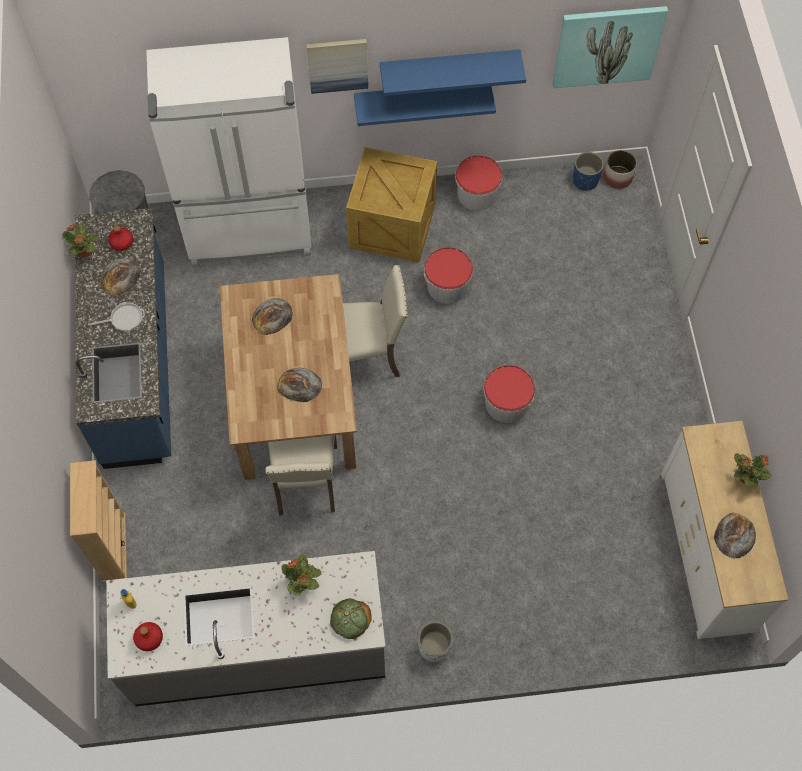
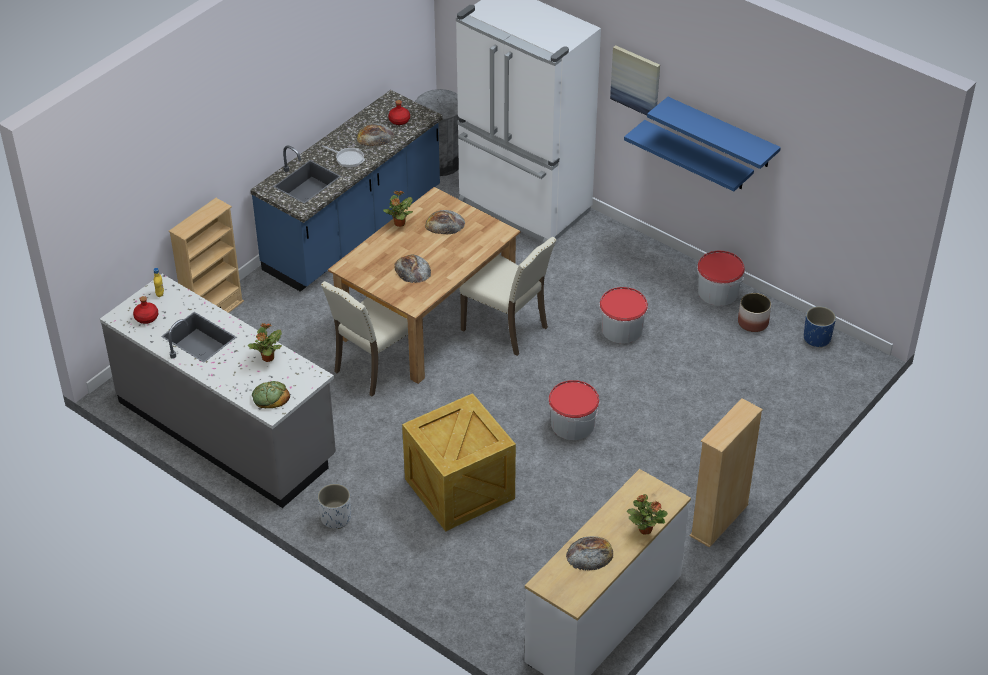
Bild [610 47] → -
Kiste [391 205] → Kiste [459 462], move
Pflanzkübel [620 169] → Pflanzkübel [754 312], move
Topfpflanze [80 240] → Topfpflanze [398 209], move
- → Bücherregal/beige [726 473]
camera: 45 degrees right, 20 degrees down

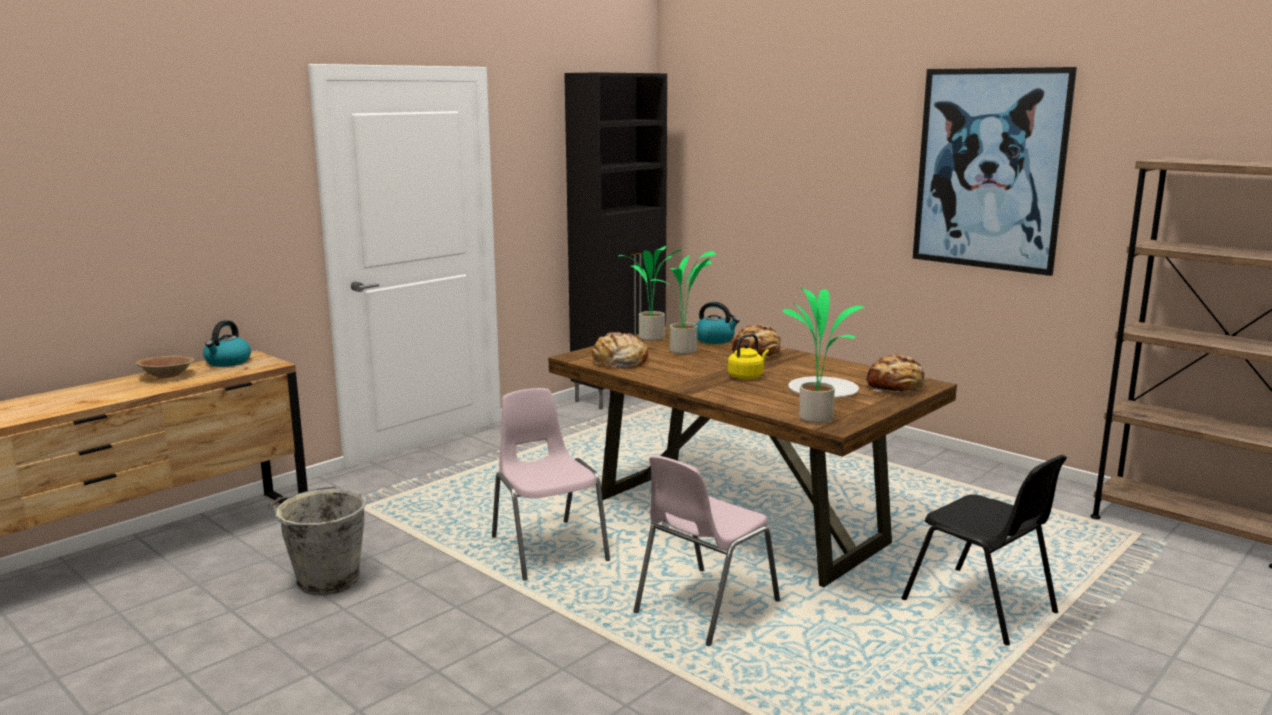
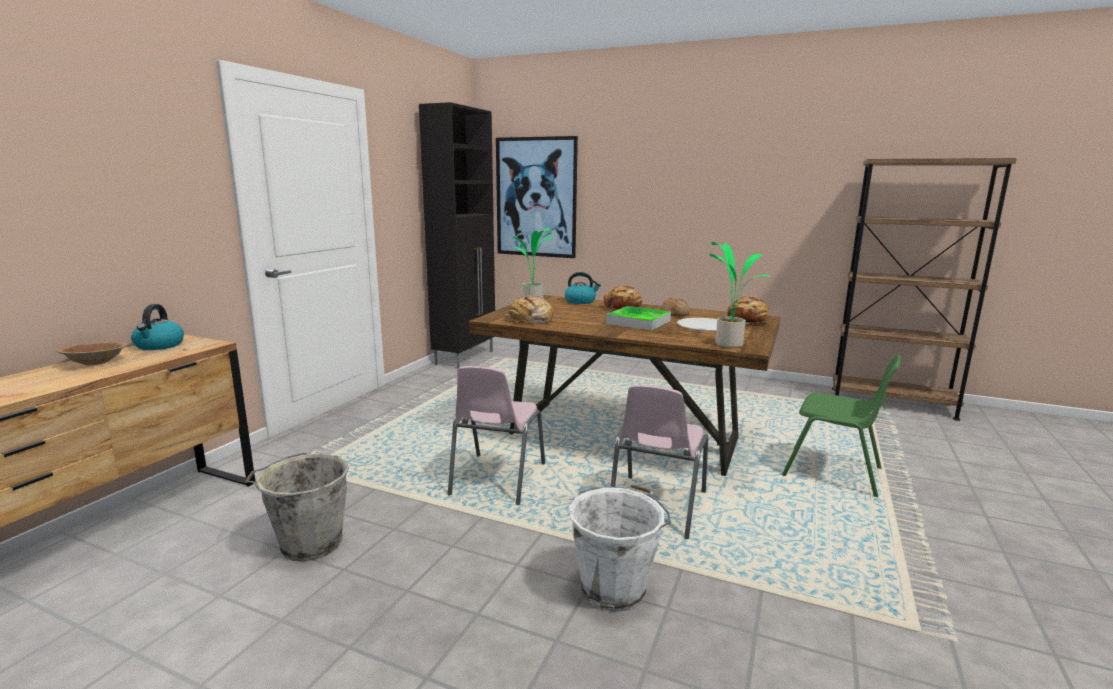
Bild [995 171] → Bild [537 197], move
Topfpflanze [683 303] → -
Wasserkessel/gelb [748 356] → Tablett [638 318]
Stuhl/rosa [551 484] → Stuhl/rosa [496 435], 120 degrees counterclockwise
Stuhl/schwarz [984 550] → Stuhl/grün [841 425]
- → Brot [675 307]
- → Eimer/weiß [620 548]
camera: 20 degrees left, 0 degrees up

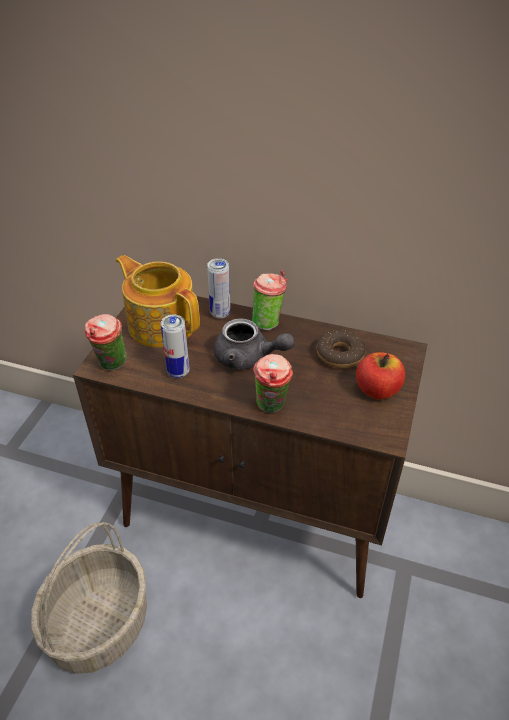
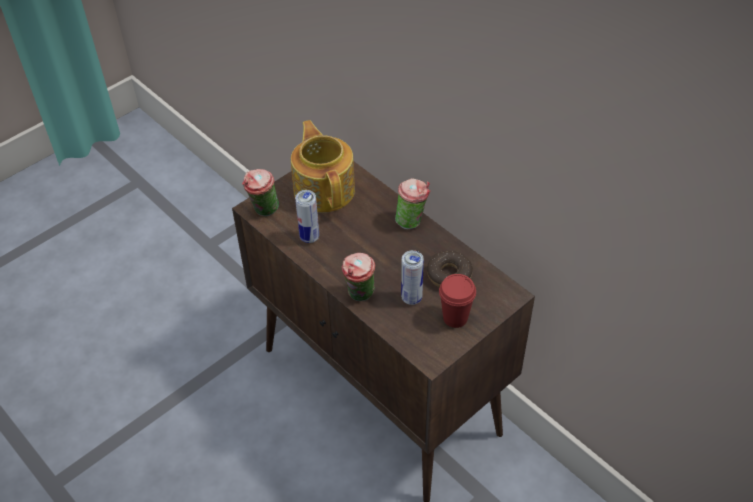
Dose [219 288] → Dose [412 277], move
Teekanne/grau [254 344] → -
Apfel [380 376] → Tasse/rot [457 301]
Korb [89 598] → -
camera: 30 degrees right, 5 degrees up

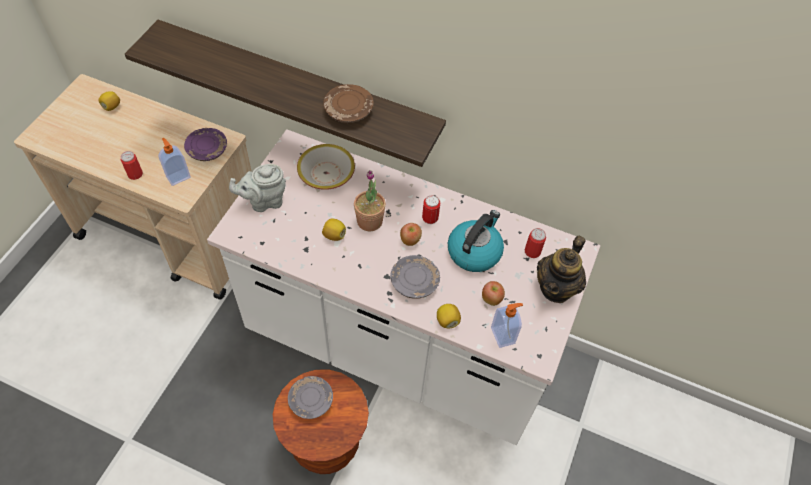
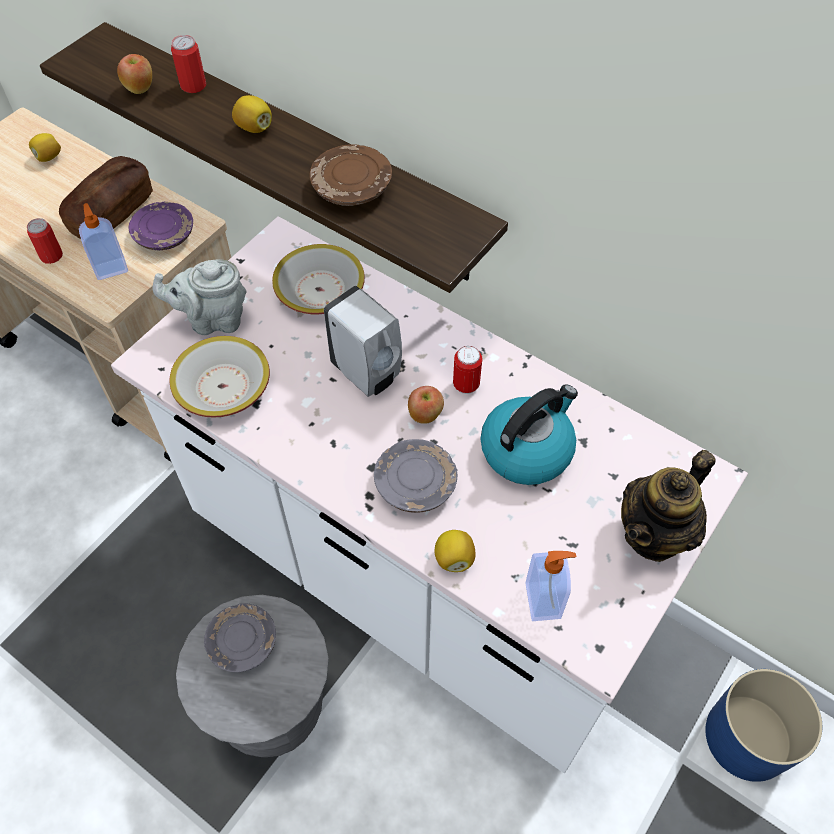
Topfpflanze [370 200] → Seifenspender/weiß [363 341]
Zitrone [334 229] → Zitrone [252 114], move
Dose [535 243] → Dose [188 64], move
Apfel [493 293] → Apfel [134 74], move
Hocker/braun [321 421] → Hocker/grau [252 676]
- → Brot [106 197]
- → Schüssel [219 377]
- → Pflanzkübel/blau [763 725]
camera: 15 degrees right, 0 degrees up

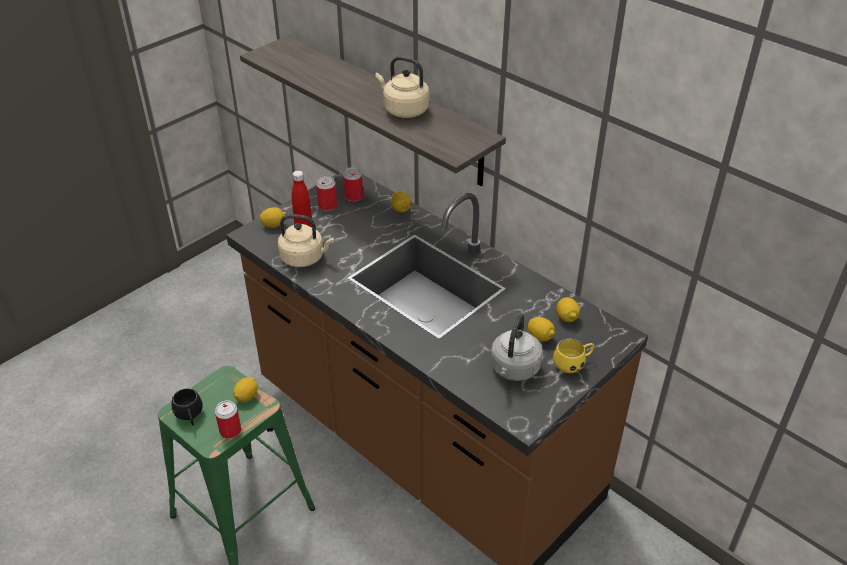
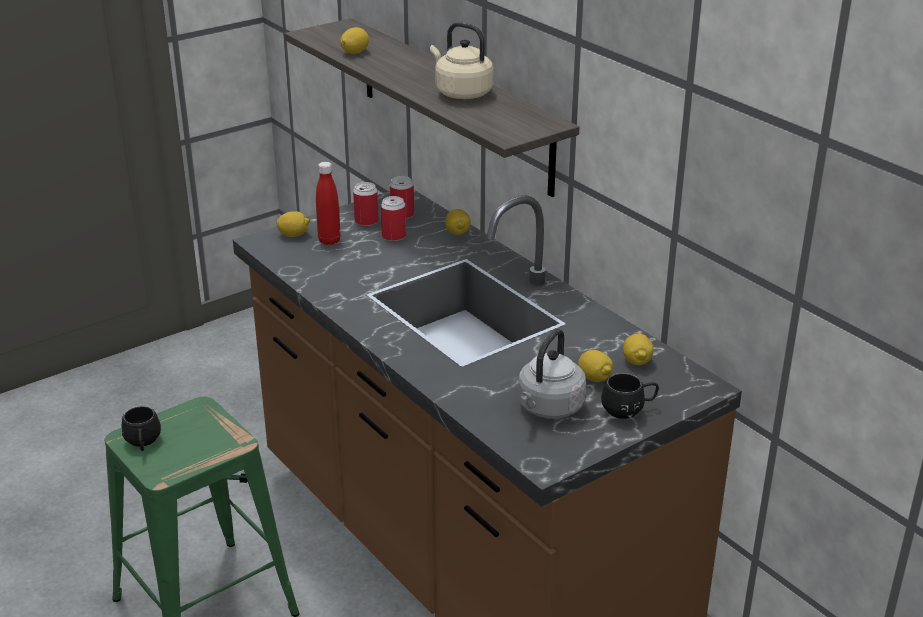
Wasserkessel/beige [306 240] → -
Henkelbecher/gelb [573 356] → Henkelbecher/schwarz [630 396]
Zitrone [245 389] → Zitrone [354 40], move
Dose [228 419] → Dose [393 218], move
camera: 10 degrees right, 10 degrees down

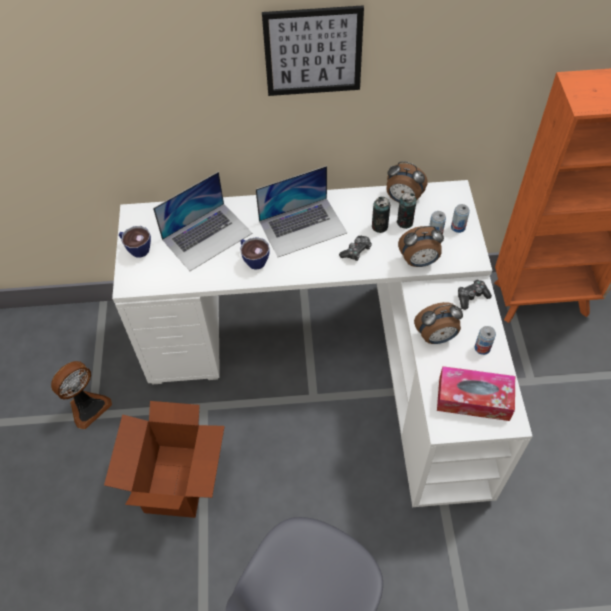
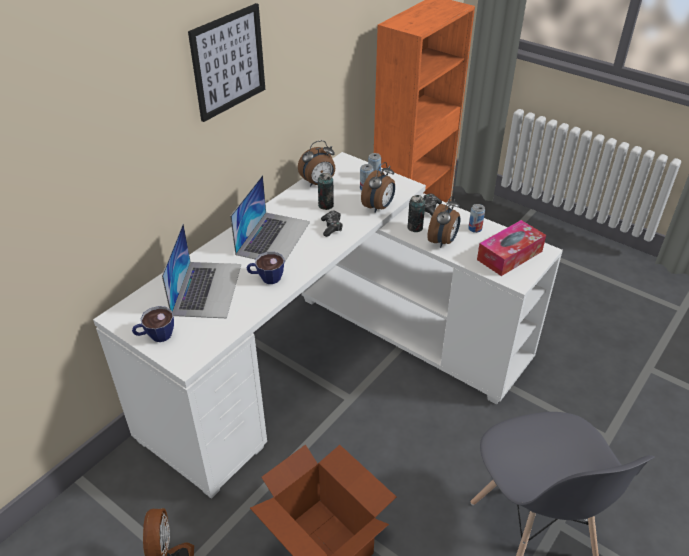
Dose [407 210] → Dose [416 213], move
camera: 50 degrees left, 15 degrees down

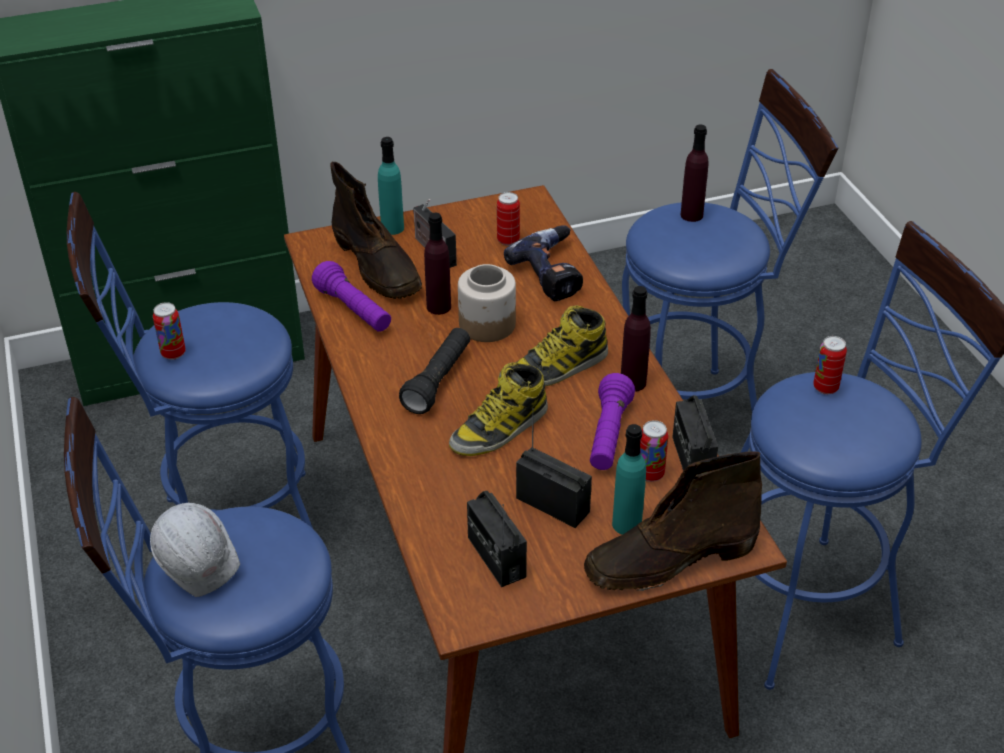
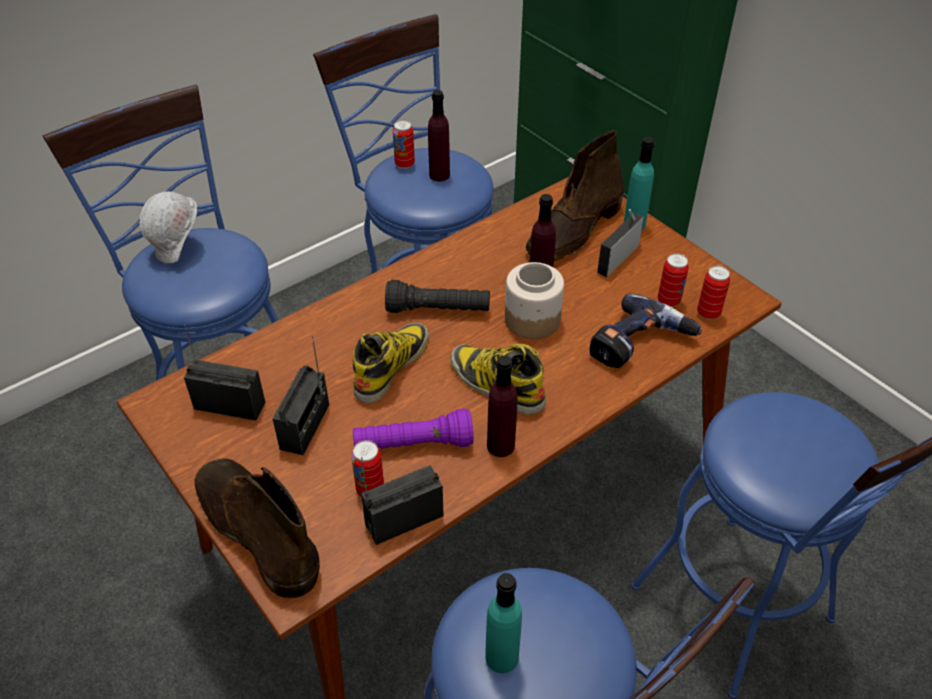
Flasche/lila [694 173] → Flasche/lila [439 135], move
Taschenlampe/lila [351 296] → -
Dose [830 365] → Dose [713 293], move
Stiefel [498 409] → Stiefel [391 363], 90 degrees clockwise
Flasche/türkis [629 479] → Flasche/türkis [503 623], move
Radio [497 539] → Radio [224 372], 60 degrees clockwise
camera: 70 degrees right, 5 degrees up

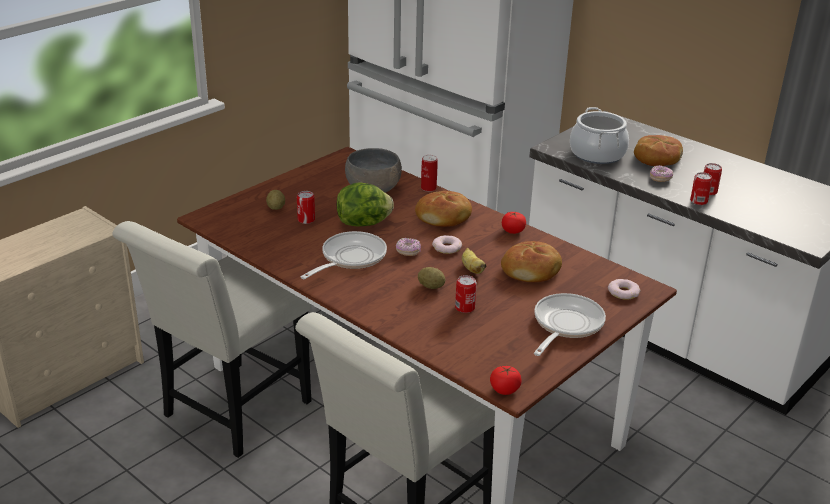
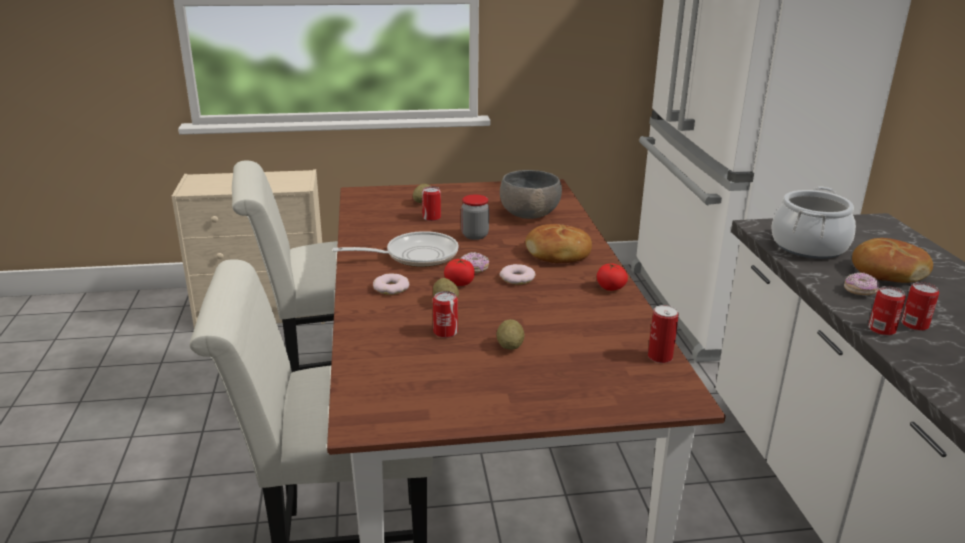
Dose [429 173] → Dose [663 334], move
Salatkopf [365 204] → Vorratsglas [475 217]
Brot [531 261] → -
Banane [474 261] → -
Donut [624 289] → Donut [391 284], move
Pfanne [570 324] → -
Tomate [506 380] → Tomate [459 272], move
- → Kartoffel [510 334]
camera: 40 degrees right, 5 degrees down

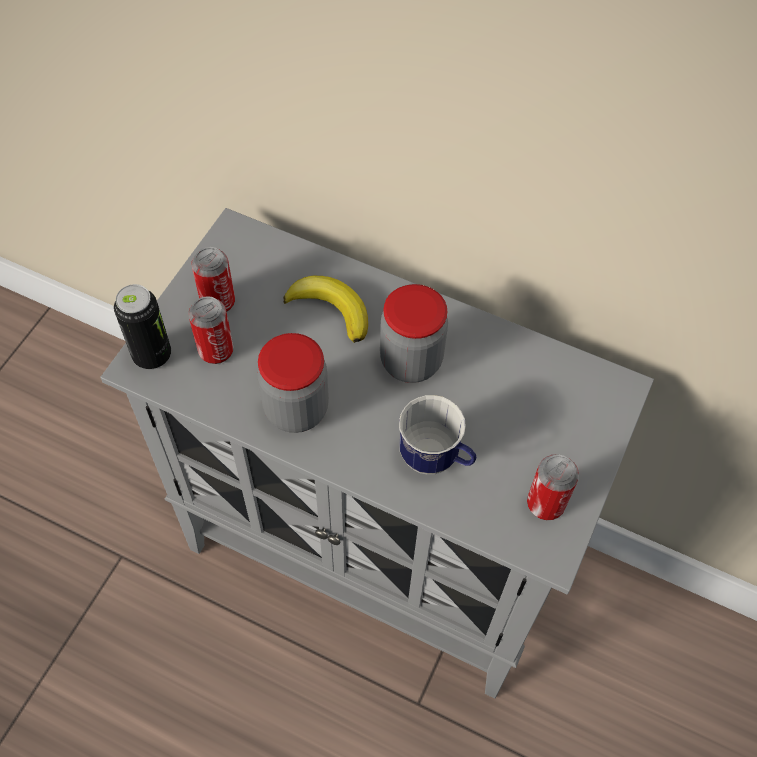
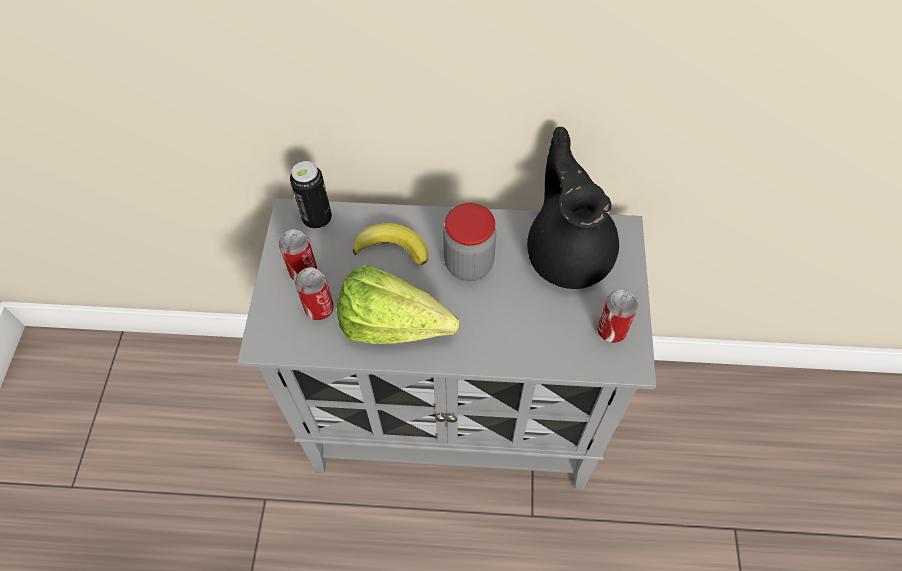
Dose [142 326] → Dose [311 195], move
Vorratsglas [293 383] → Salatkopf [398 304]
Henkelbecher [438 435] → -
- → Teekanne/schwarz [573 208]
camera: 20 degrees left, 0 degrees up

